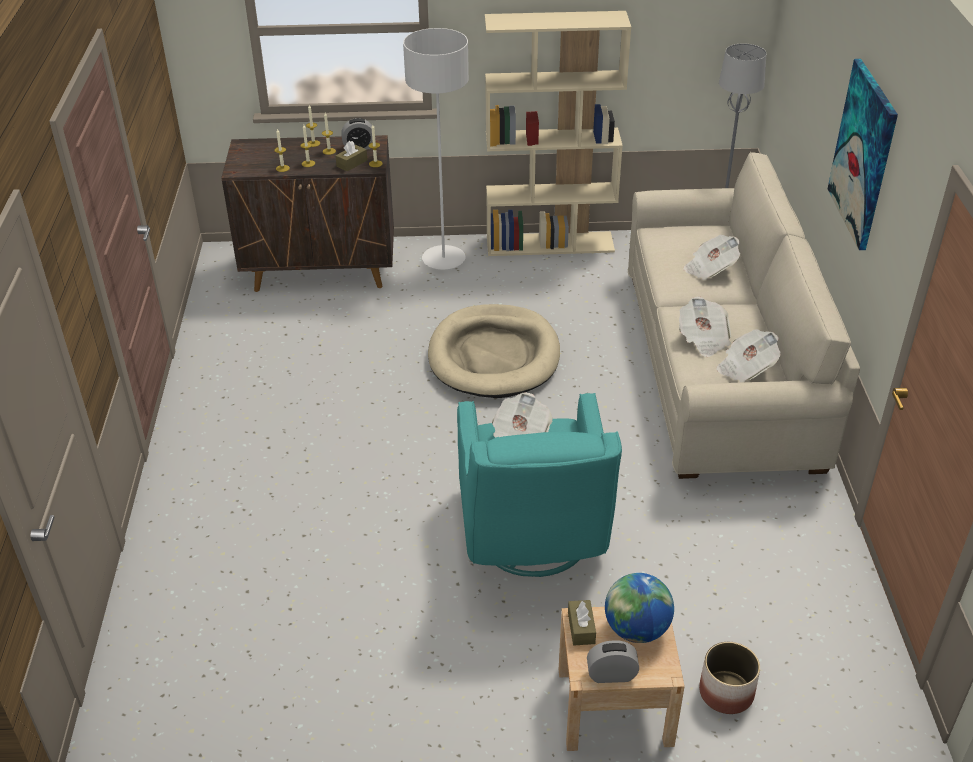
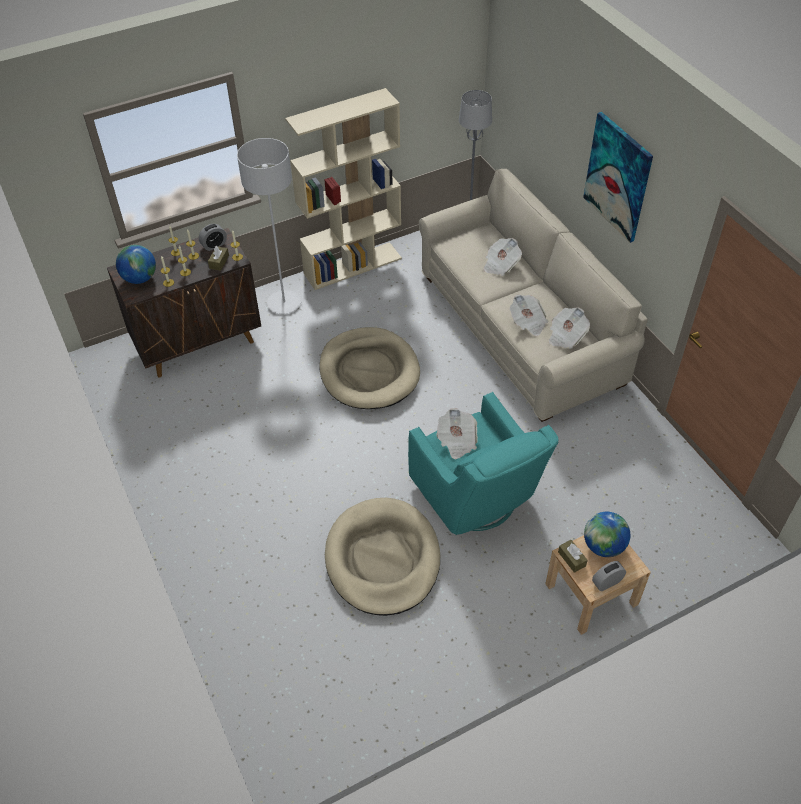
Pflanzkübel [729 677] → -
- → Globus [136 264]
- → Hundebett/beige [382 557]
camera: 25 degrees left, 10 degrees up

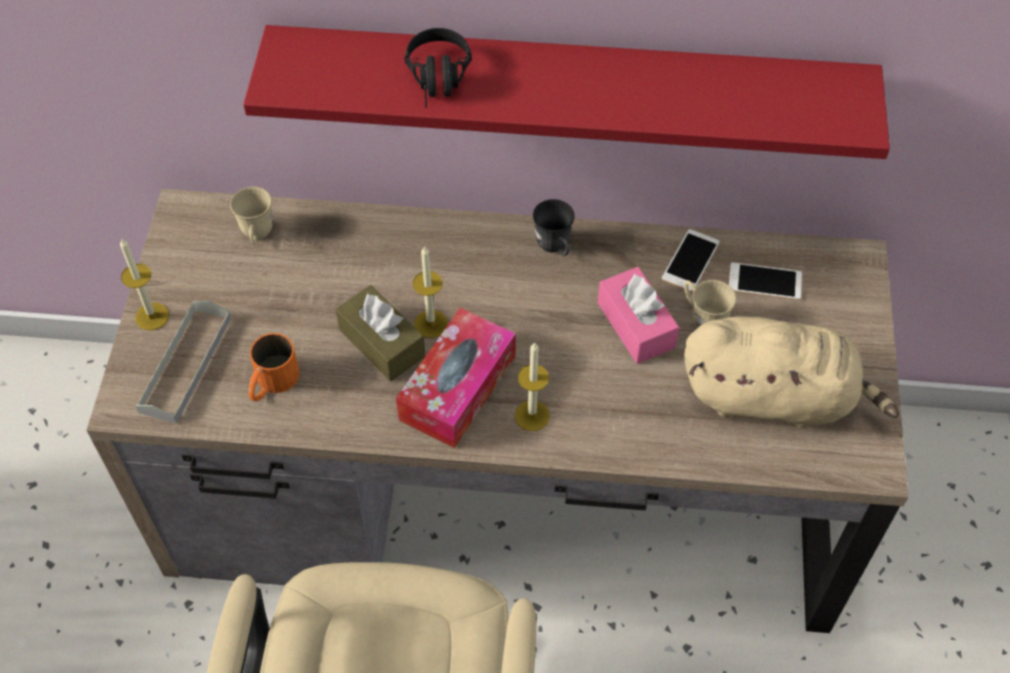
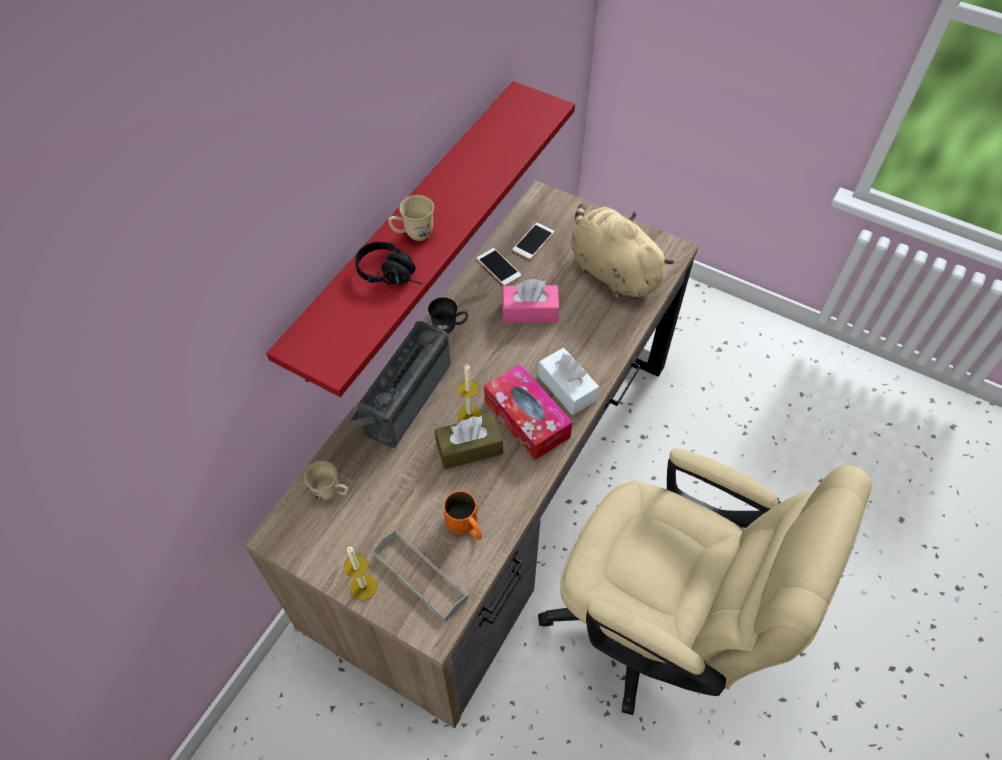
Henkelbecher/beige [710 304] → Henkelbecher/beige [411 218], move
Plüschtier/beige [791 372] → Plüschtier/beige [622 251], 75 degrees counterclockwise
Kerze [532 386] → Taschentuchbox/weiß [568 381]
- → Radio [400 384]
camera: 65 degrees left, 0 degrees up

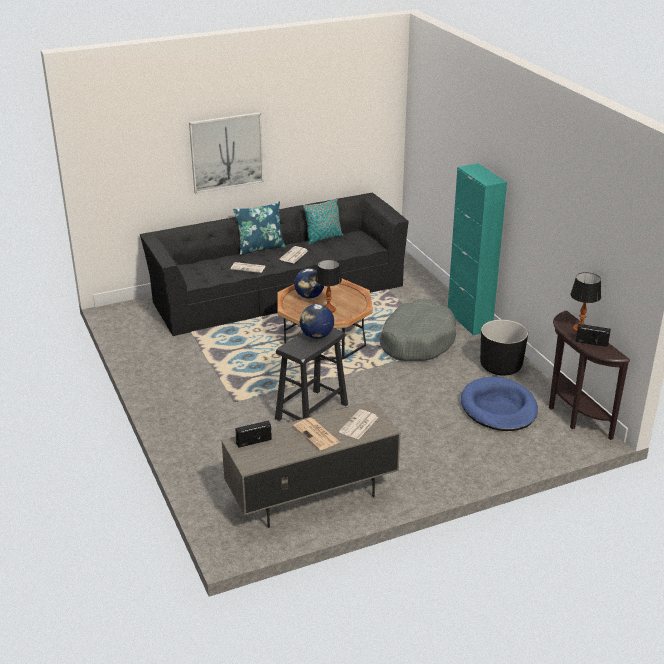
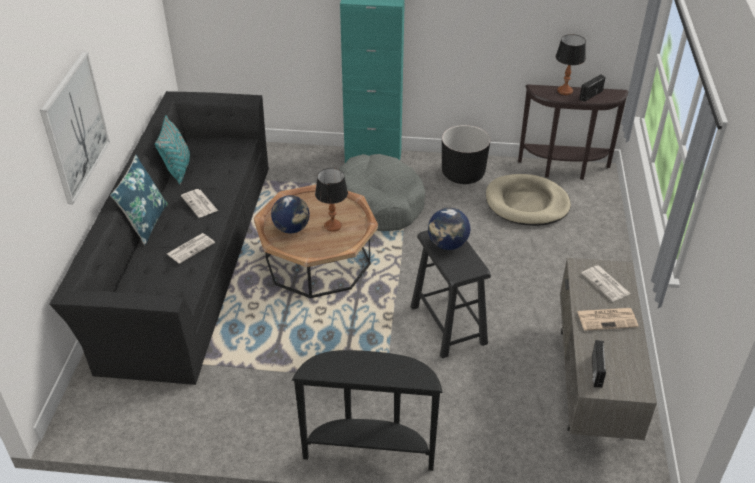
Hundebett/blau [499 404] → Hundebett/beige [528 200]
- → Konsolentisch/schwarz [367 410]
camera: 60 degrees left, 10 degrees up

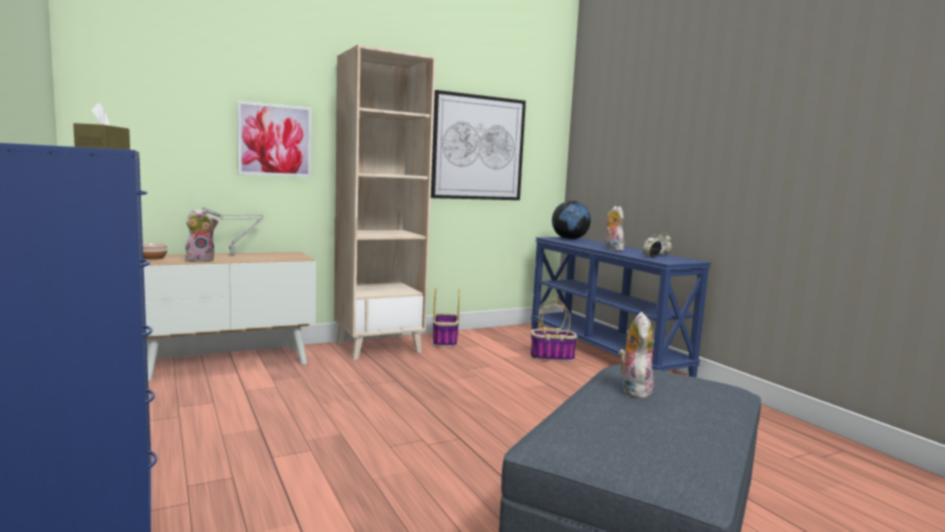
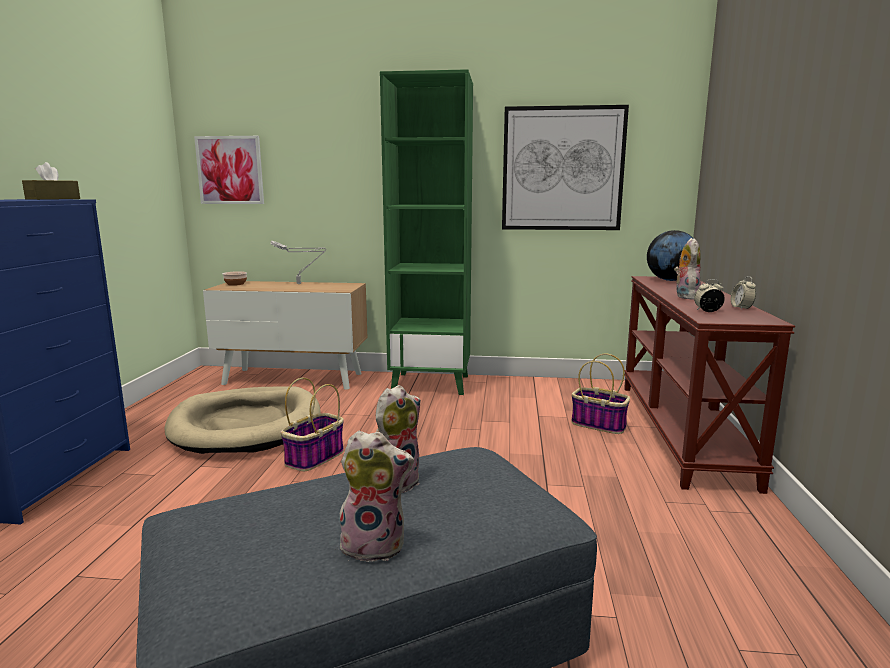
Bücherregal/beige [385 202] → Bücherregal/grün [426 232]
Bild [274 139] → Bild [229 170], move
Plüschtier [202 235] → Plüschtier [375 496], move
Konsolentisch/blau [620 307] → Konsolentisch/braun [709 385]
Korb [446 317] → Korb [312 424], move
- → Hundebett/beige [242 420]
camera: 35 degrees right, 5 degrees up

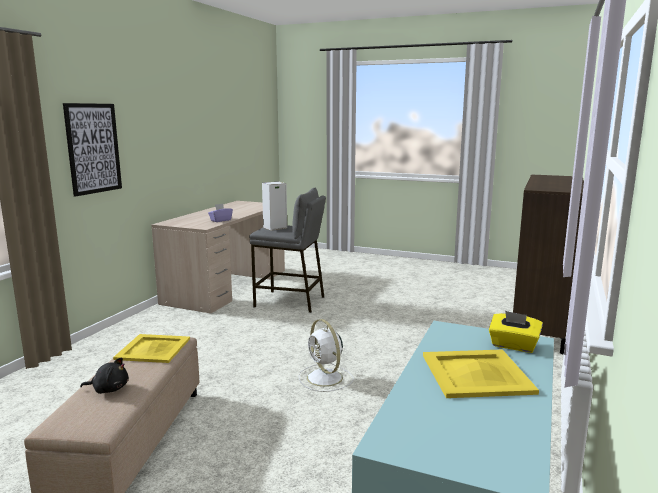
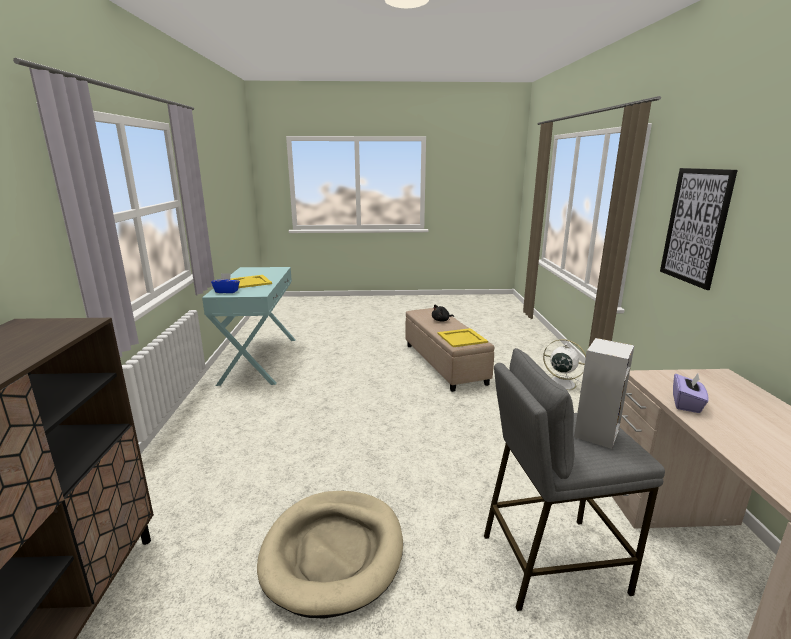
Taschentuchbox/gelb [516 332] → Taschentuchbox/blau [225 283]
Ventilator/weiß [326 355] → Ventilator/weiß [564 365], move
- → Hundebett/beige [330 555]
camera: 155 degrees right, 5 degrees up

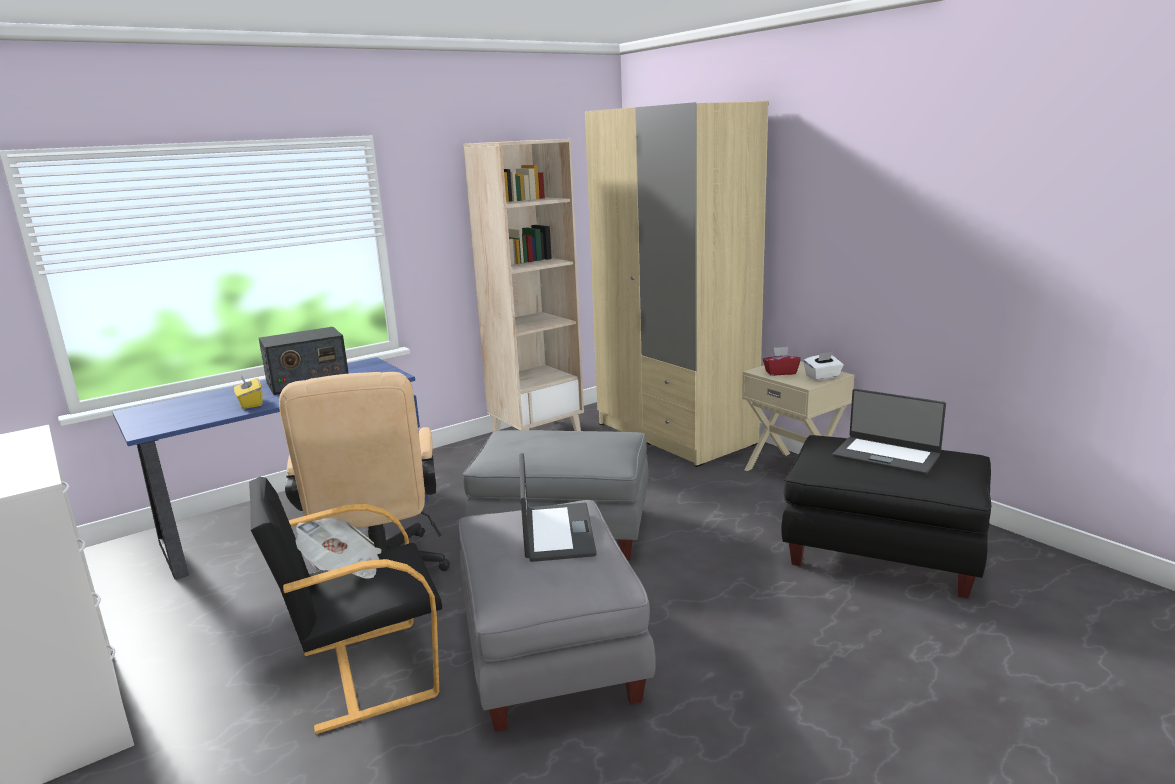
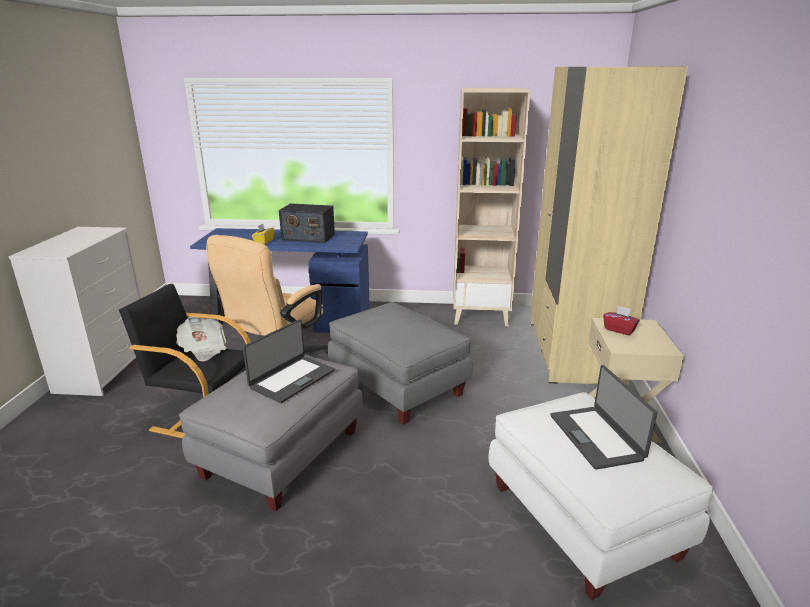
Taschentuchbox/weiß [823 366] → -
Polsterhocker/schwarz [886 516] → Polsterhocker/weiß [601 496]
camera: 40 degrees right, 5 degrees up

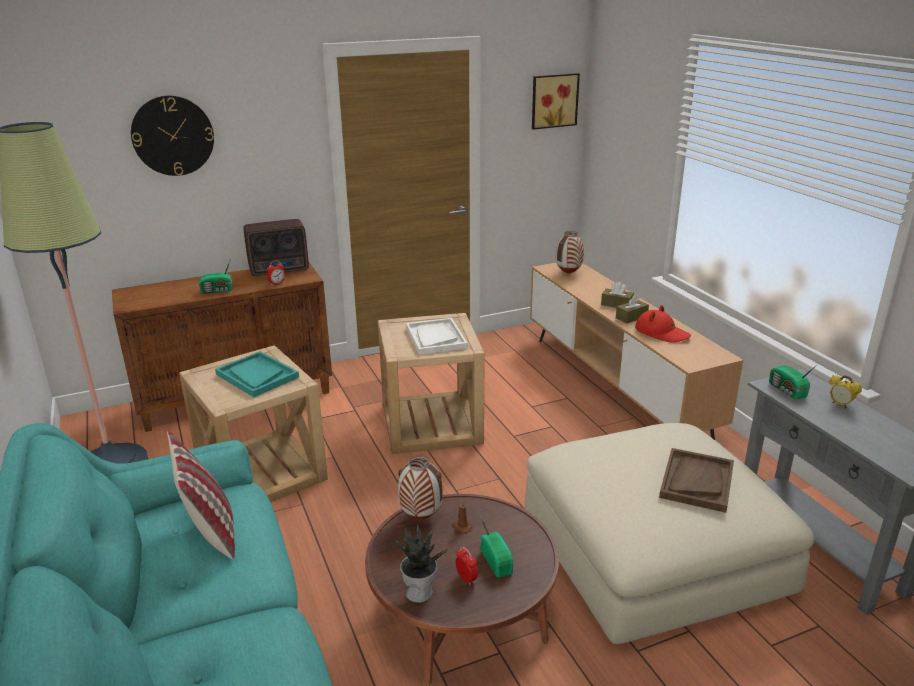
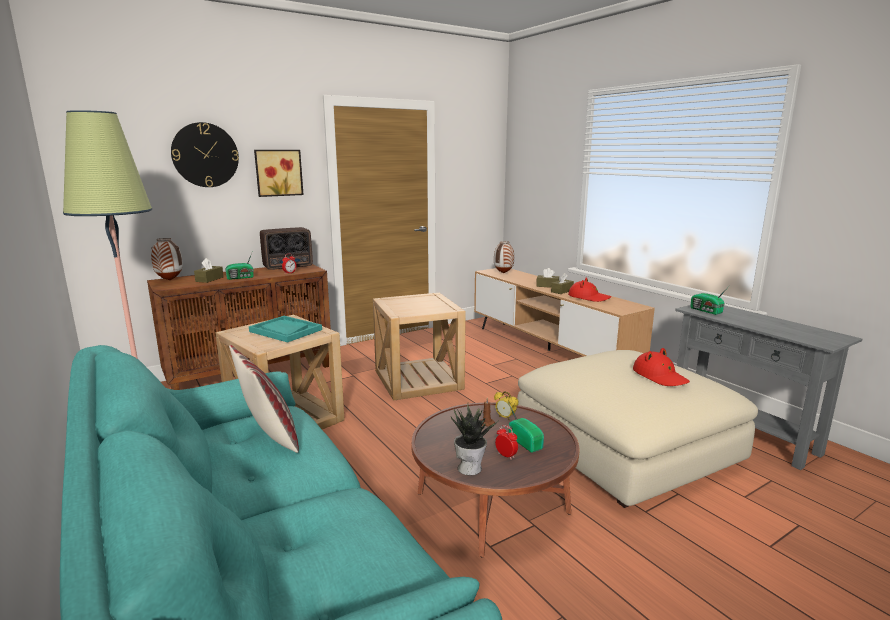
Bild [556 101] → Bild [279 173], move
Tablett/weiß [437 336] → -
Wecker [845 391] → Wecker [506 405], move
Tablett/braun [696 480] → Hut/rot [661 367]
Vase [420 487] → Vase [167 259], move
- → Taschentuchbox/braun [209 270]
camera: 10 degrees left, 10 degrees down

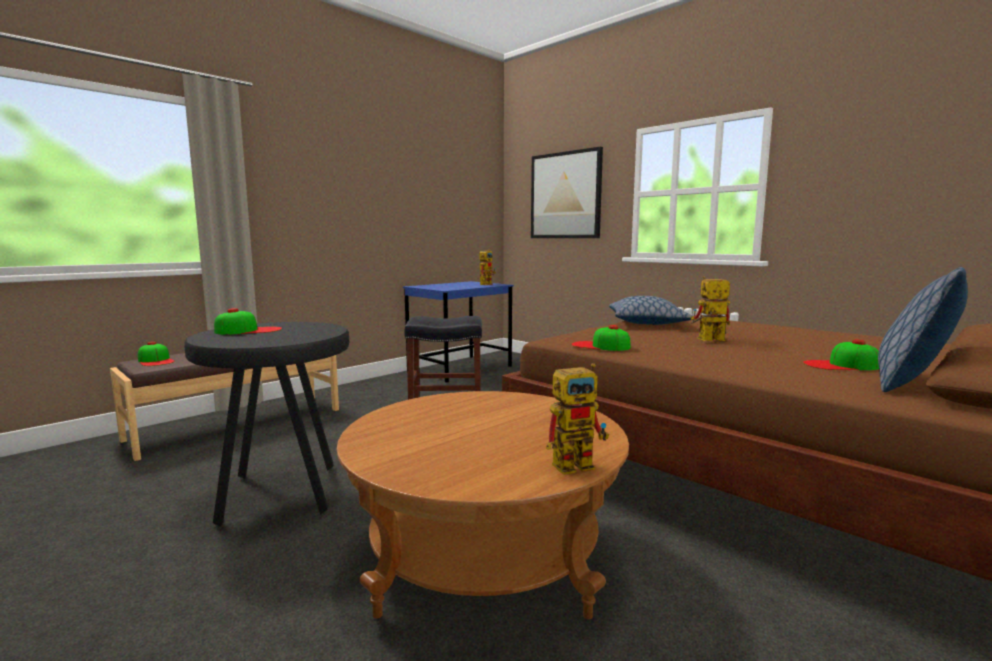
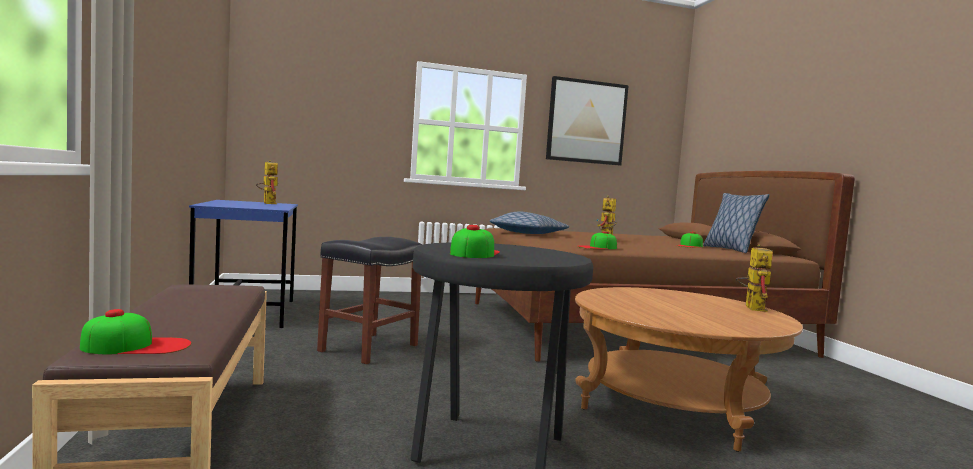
Bild [567 192] → Bild [587 120], move
camera: 60 degrees left, 5 degrees down

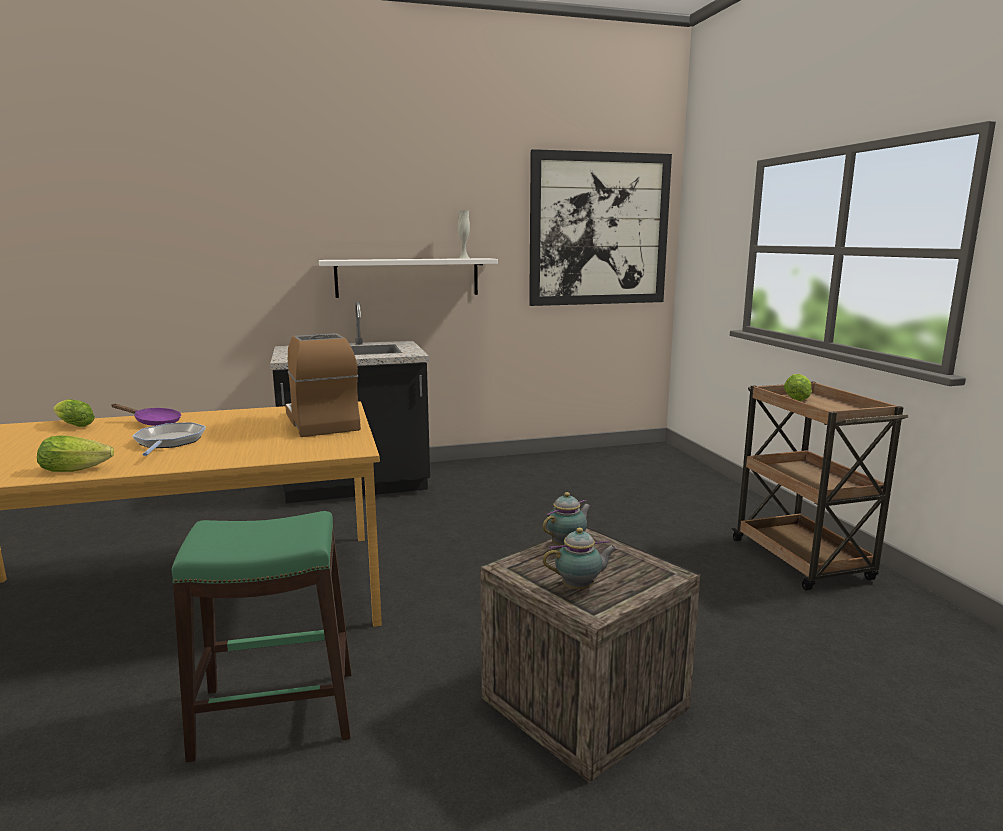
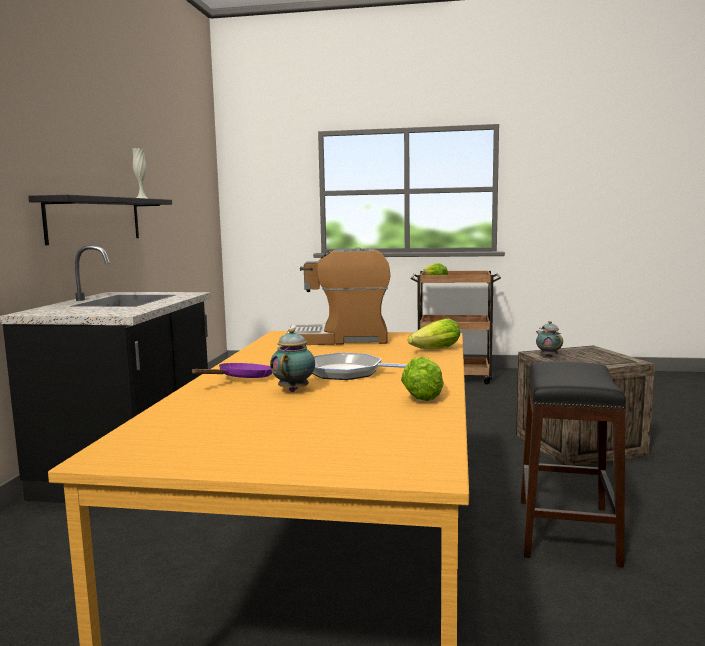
Bild [600 227] → -
Wandregal/weiß [408 278] → Wandregal/schwarz [100 220]
Salatkopf [74 413] → Salatkopf [434 333], move
Hocker/grün [261 636] → Hocker/schwarz [573 464]
Teekanne [580 558] → Teekanne [292 360], move
camera: 65 degrees left, 5 degrees down

